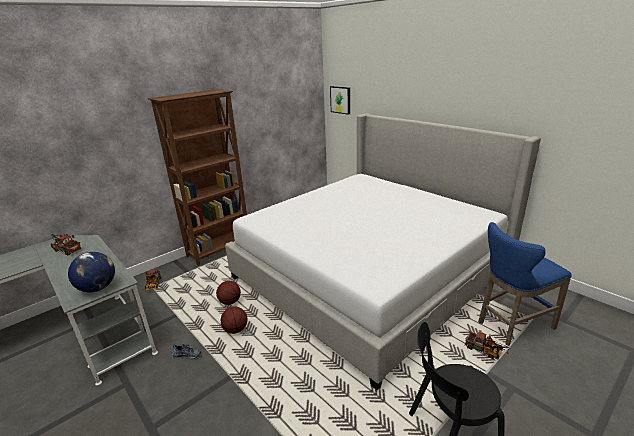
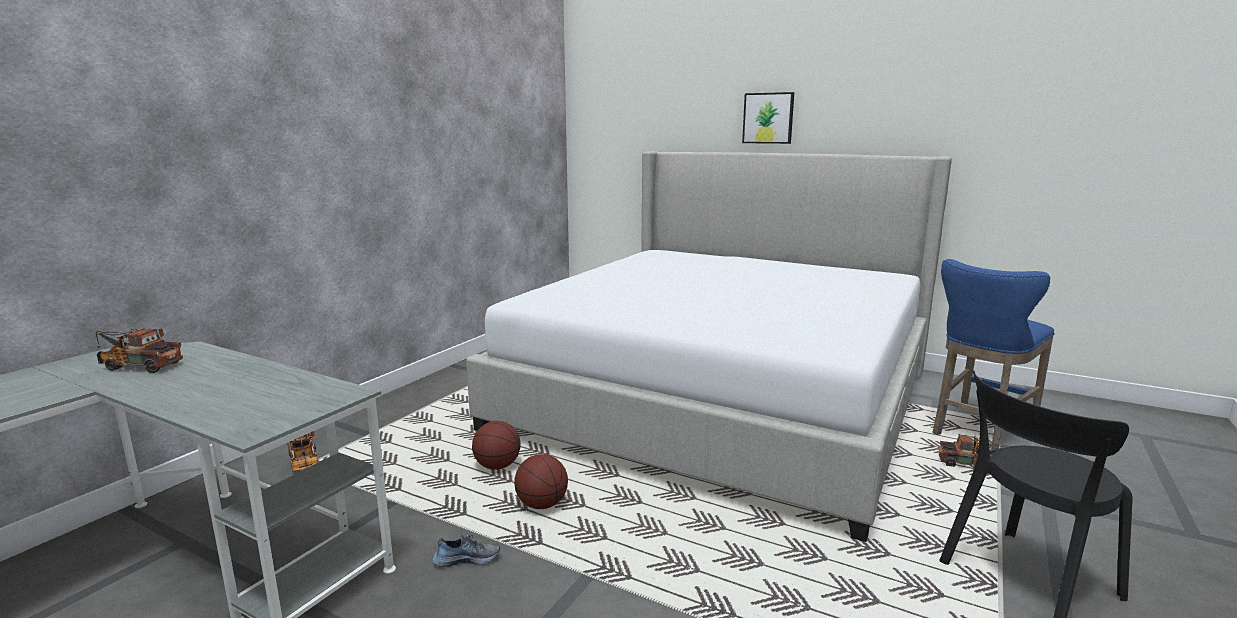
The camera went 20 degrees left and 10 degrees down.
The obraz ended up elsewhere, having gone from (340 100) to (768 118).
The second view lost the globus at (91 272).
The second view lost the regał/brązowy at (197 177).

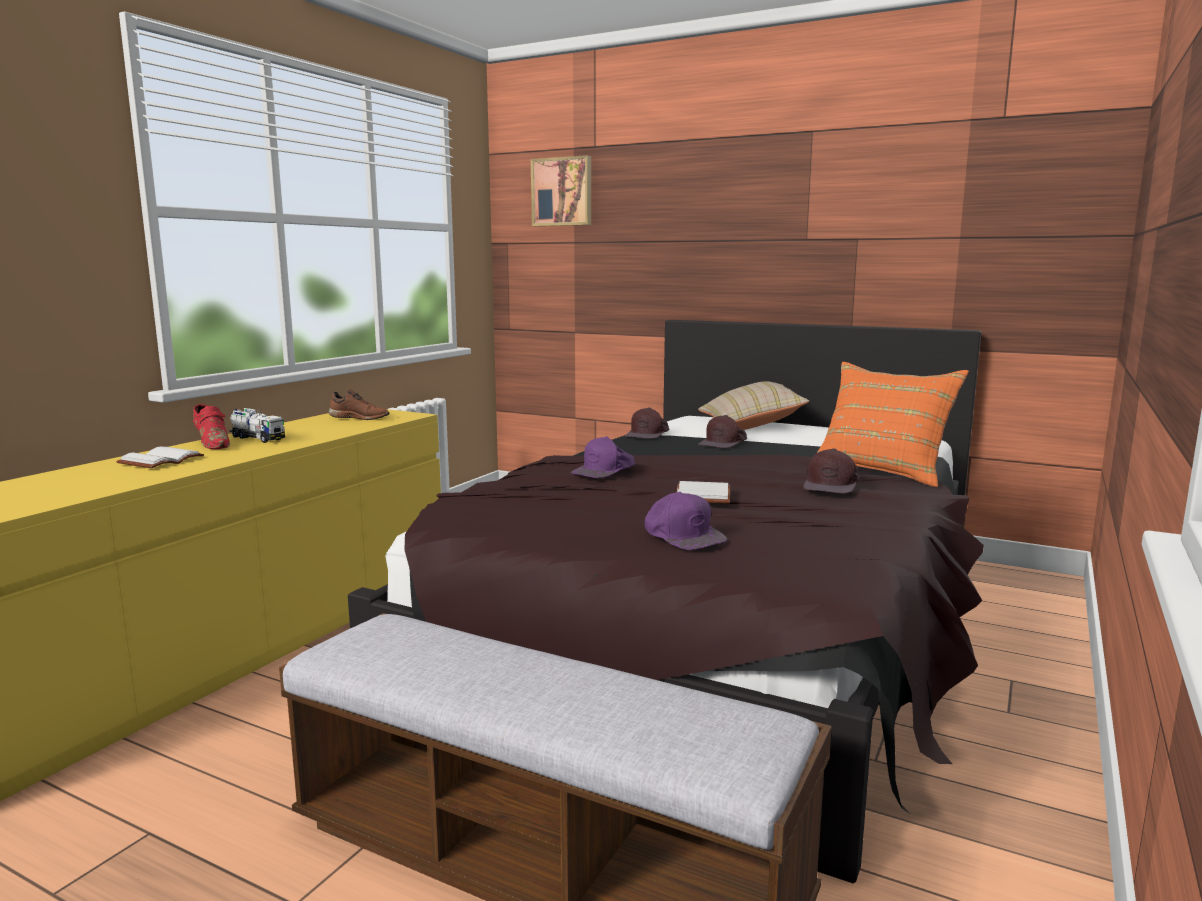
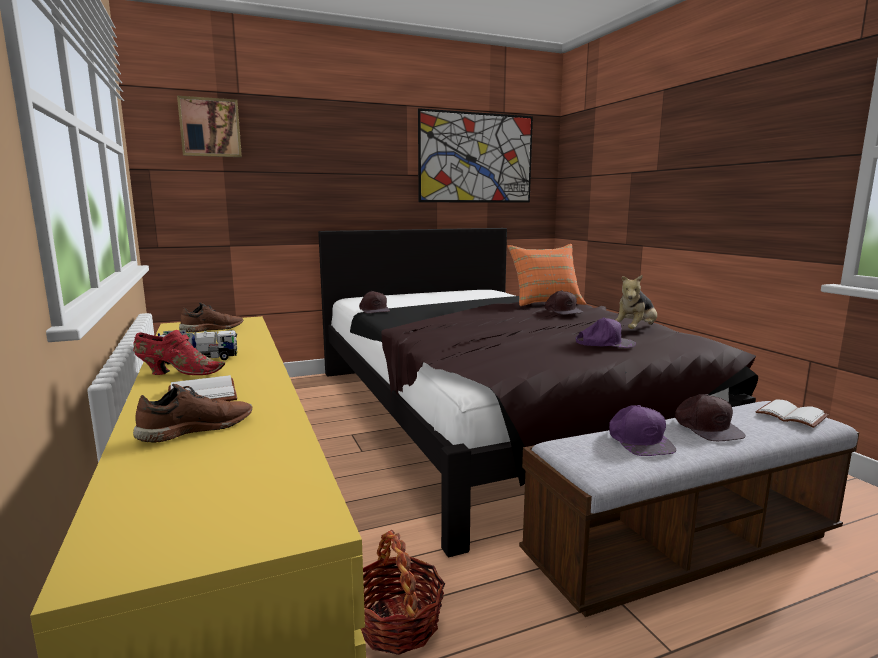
The camera went 50 degrees left and 0 degrees up.
The second view gained the but/brązowy at (192 413).
The second view gained the koszyk at (403 592).
The second view gained the obraz at (475 155).
The czapka z daszkiem/fioletowy ended up elsewhere, having gone from (602 457) to (642 430).
The second view gained the pluszak at (636 302).
The czapka z daszkiem/brązowy ended up elsewhere, having gone from (722 431) to (710 417).
The książka/biały ended up elsewhere, having gone from (703 492) to (791 413).
The second view lost the poduszka/beżowy at (753 405).

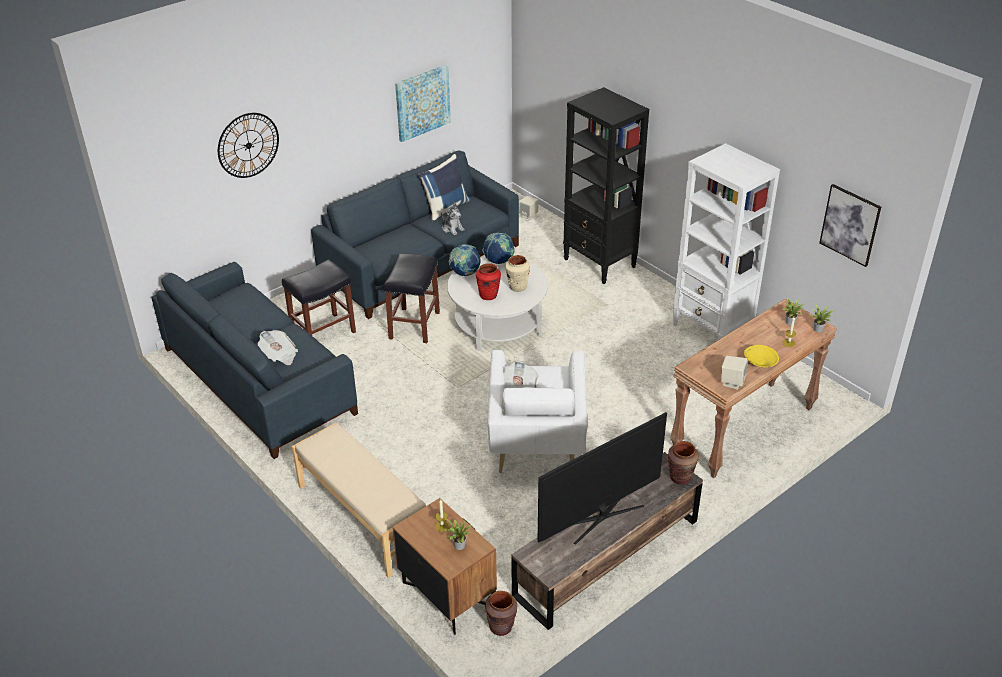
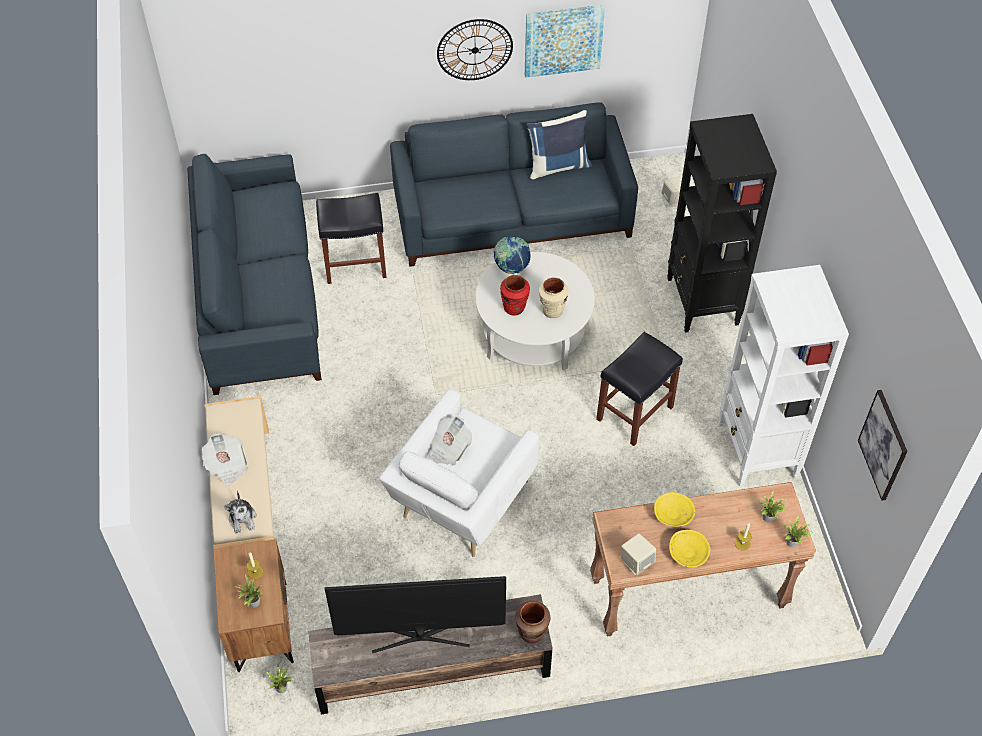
The camera went 30 degrees right and 15 degrees up.
The gazeta ended up elsewhere, having gone from (278 347) to (225 459).
The pluszak ended up elsewhere, having gone from (452 219) to (240 512).
Where the wazon/brązowy stood at (501 613), the roślina doniczkowa came to stand at (279 679).
The zegar ścienny ended up elsewhere, having gone from (248 145) to (475 49).
The stołek/czarny ended up elsewhere, having gone from (412 298) to (639 389).
The second view gained the miska/żółty at (674 509).
The second view lost the globus at (499 248).

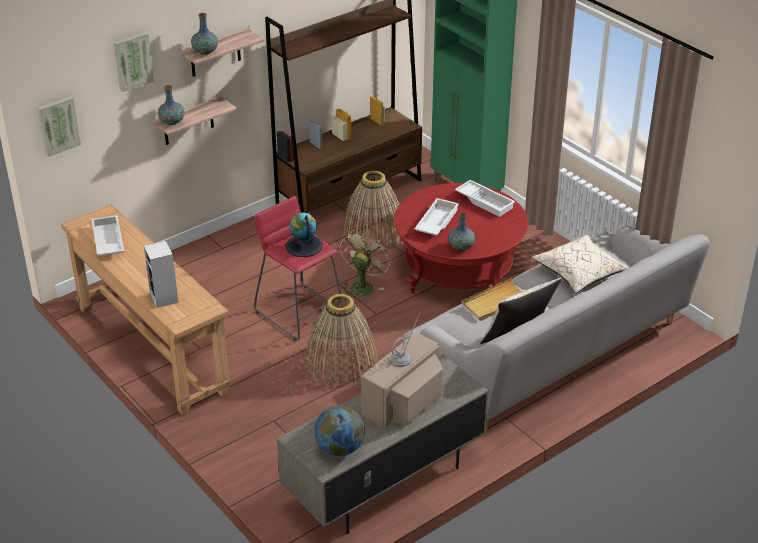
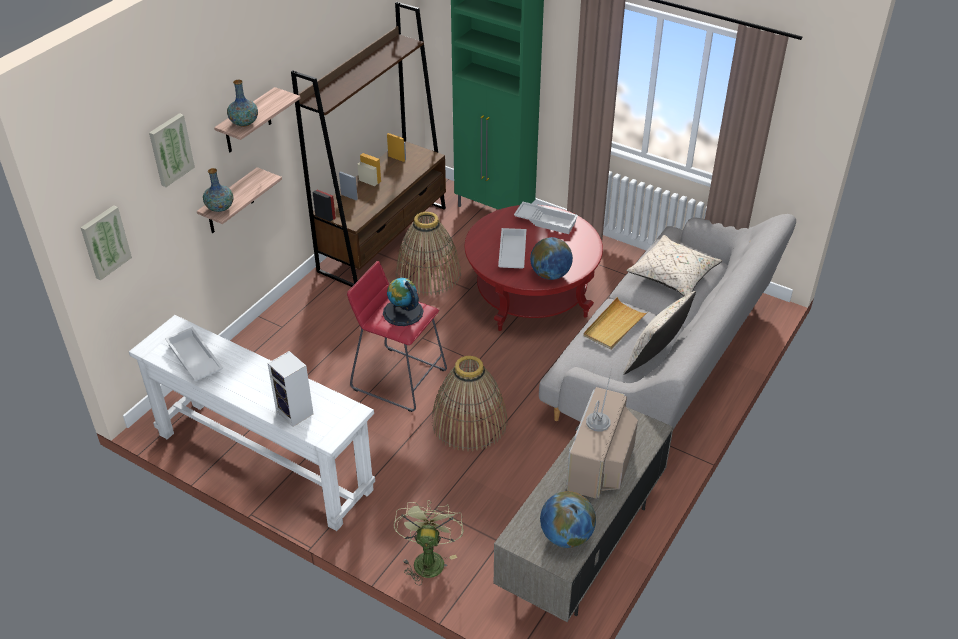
The camera went 20 degrees left and 5 degrees up.
What was the stolik konsolowy/brązowy at (146 310) turned into the stolik konsolowy/biały at (252 423).
The wentylator/zielony ended up elsewhere, having gone from (366 264) to (429 542).
Where the wazon stood at (461 231), the globus came to stand at (551 258).

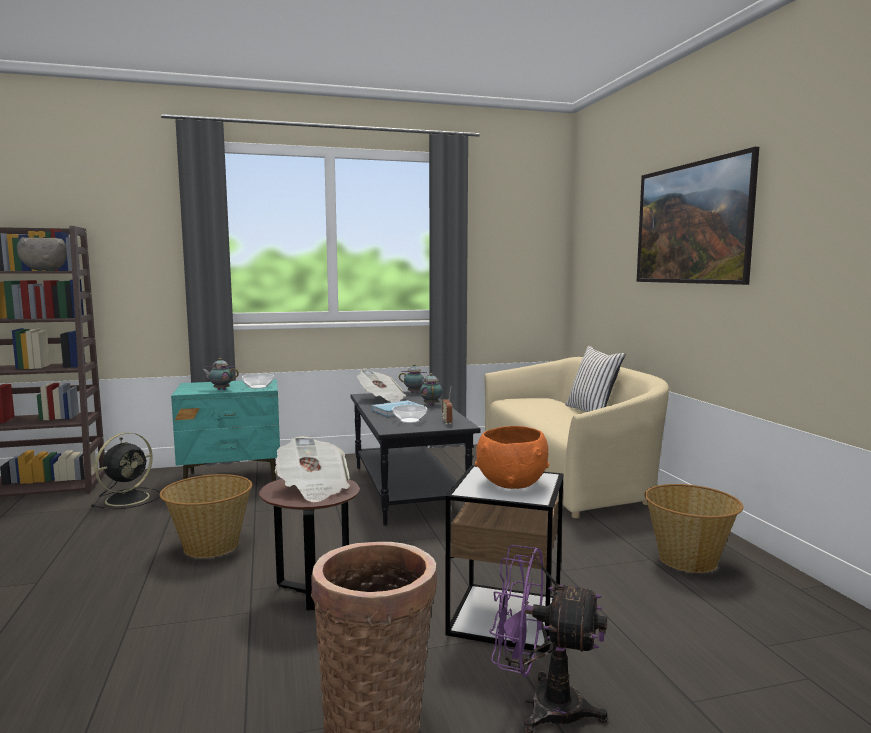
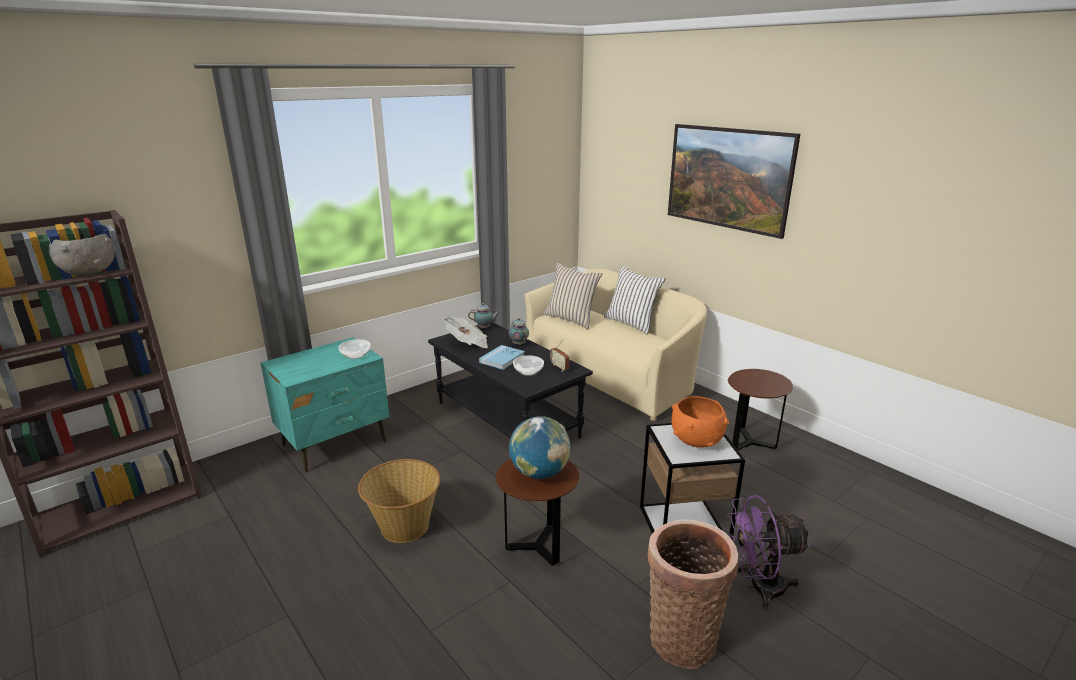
The camera went 25 degrees left and 15 degrees up.
Where the gazeta stood at (312 469), the globus came to stand at (540 447).
The second view gained the poduszka/beżowy at (573 296).
Where the koszyk stood at (693 528), the stolik/brązowy came to stand at (760 409).
The second view lost the wentylator/czarny at (125 470).
The second view lost the imbryk at (220 374).

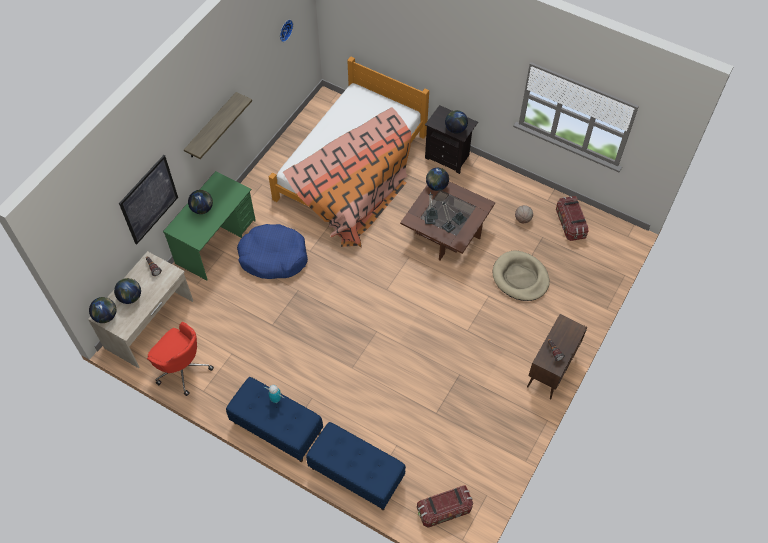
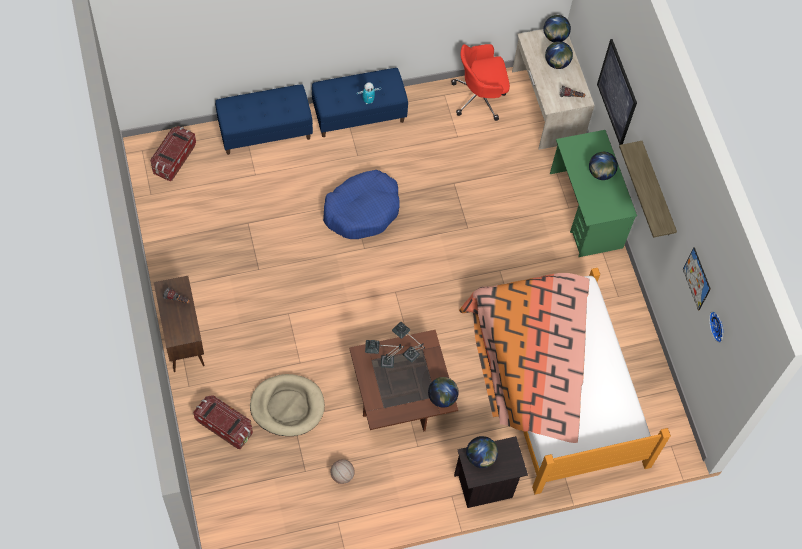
The camera went 130 degrees right and 5 degrees up.
The pojemnik do przechowywania ended up elsewhere, having gone from (572 218) to (223 422).
The legowisko/niebieski ended up elsewhere, having gone from (272 251) to (361 204).
The second view gained the obraz at (697 279).

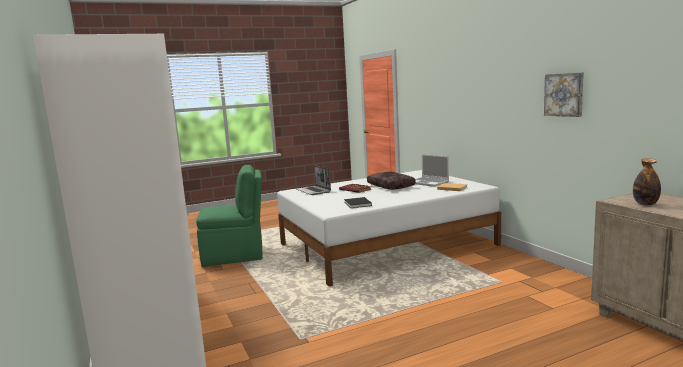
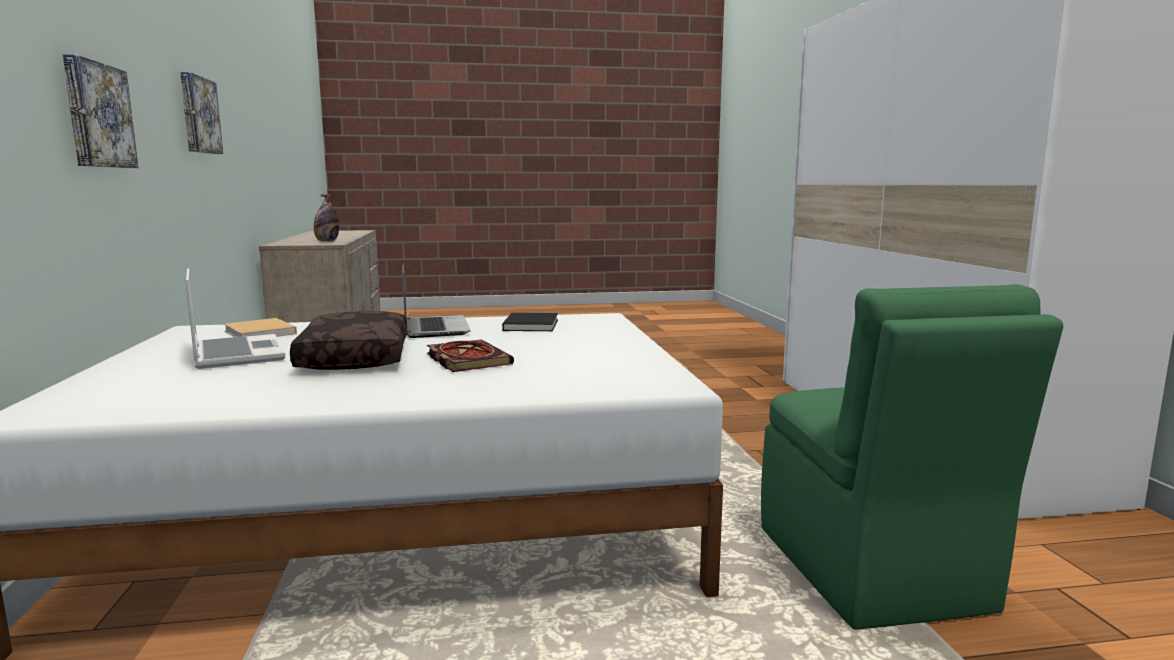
The camera went 165 degrees left and 0 degrees up.
The second view gained the obraz at (100 111).
The laptop ended up elsewhere, having gone from (313 180) to (436 300).
The krzesło/zielony at (229 216) ended up facing another way, 105 degrees counterclockwise from before.

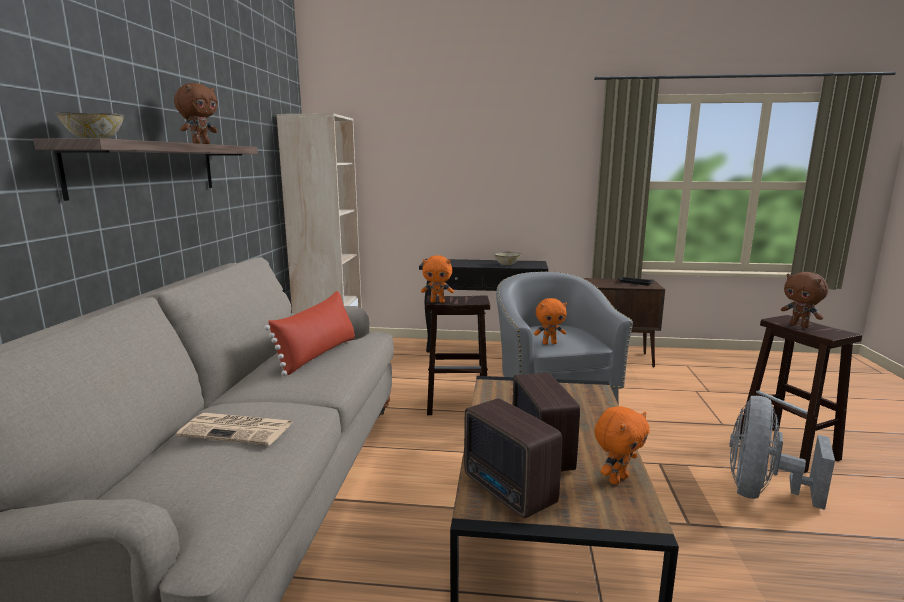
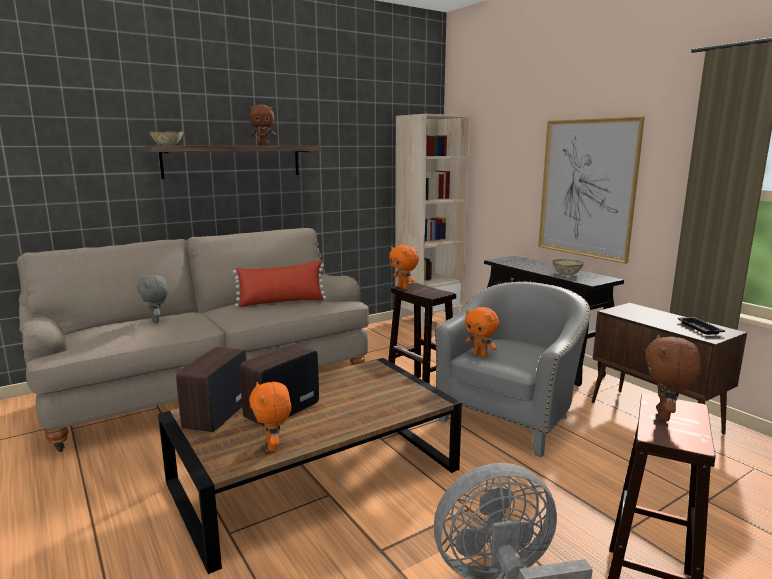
The camera went 50 degrees right and 0 degrees up.
Where the gazeta stood at (234 429), the pluszak/szary came to stand at (152 299).
The pluszak/pomarańczowy at (622 445) ended up facing another way, 60 degrees clockwise from before.
The second view gained the obraz at (591 190).

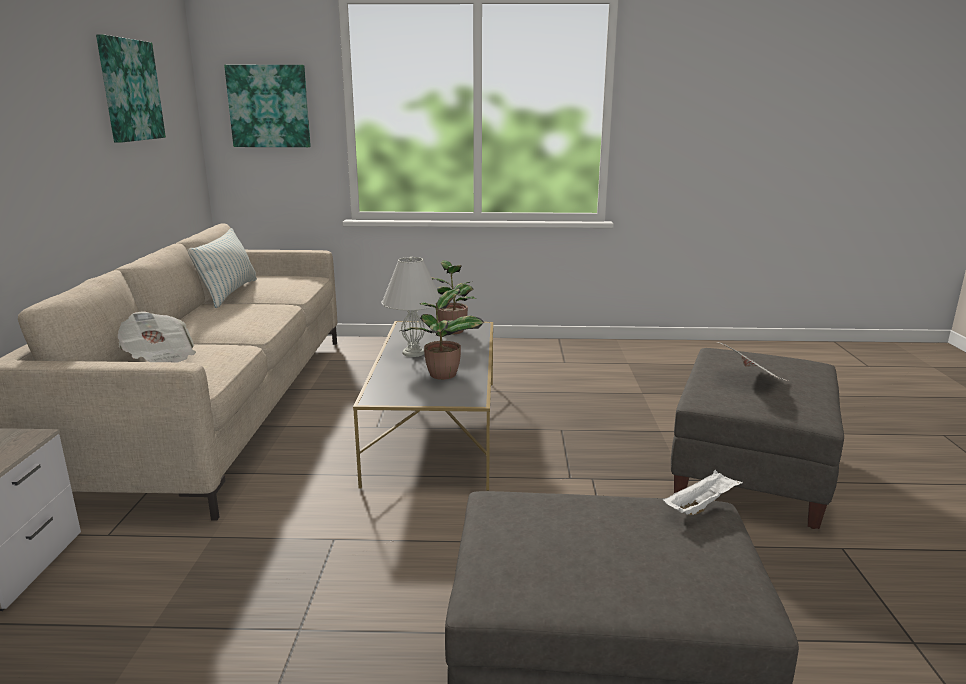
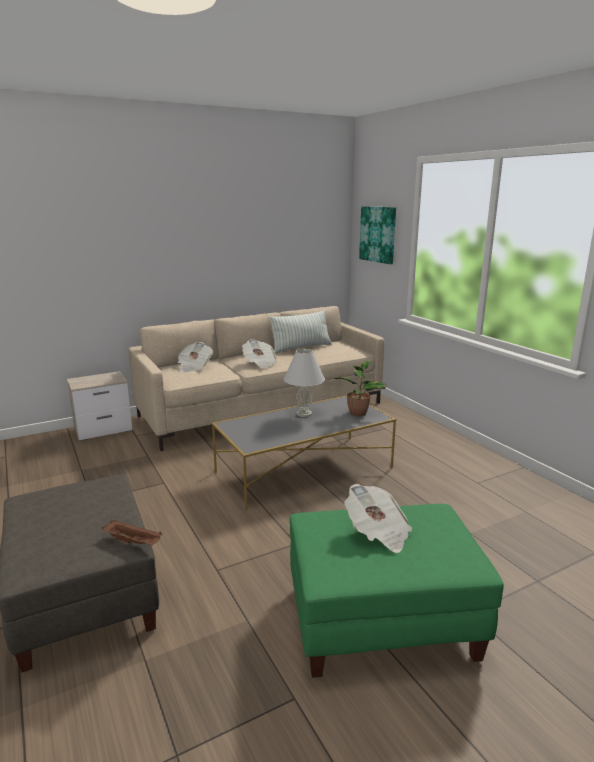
The camera went 60 degrees right and 0 degrees up.
What was the taca/biały at (703 492) turned into the taca/brązowy at (132 532).
The second view gained the gazeta at (259 354).
What was the pufa/szary at (757 438) turned into the pufa/zielony at (397 591).
The second view lost the obraz at (131 88).
The second view lost the roślina doniczkowa at (442 334).

